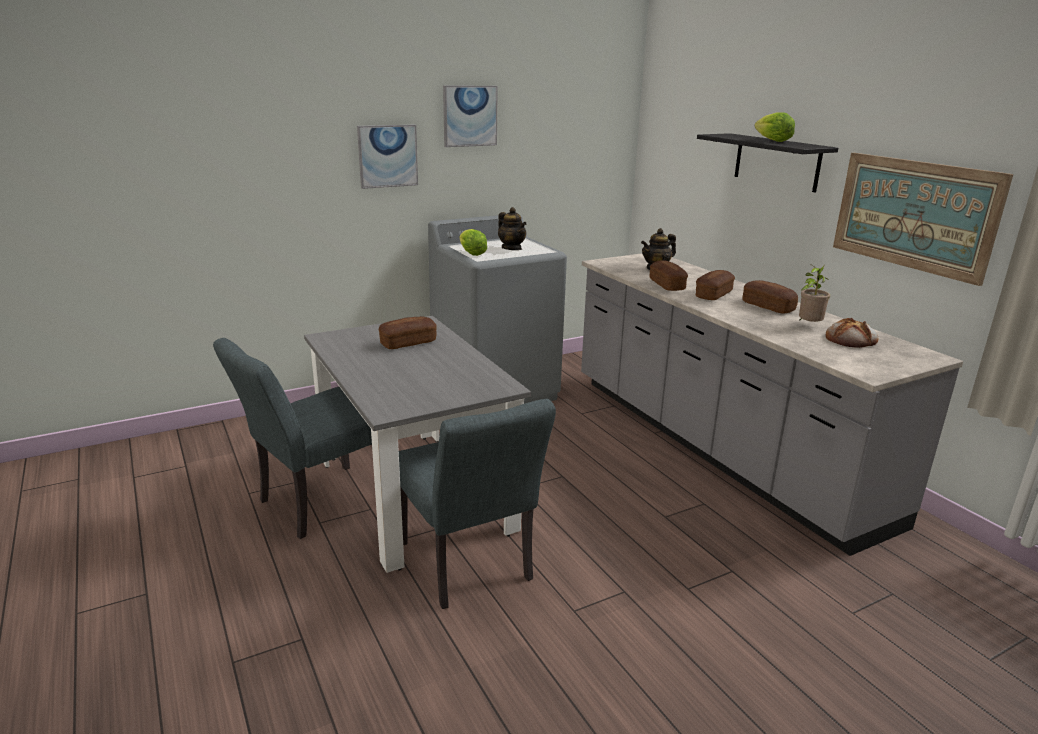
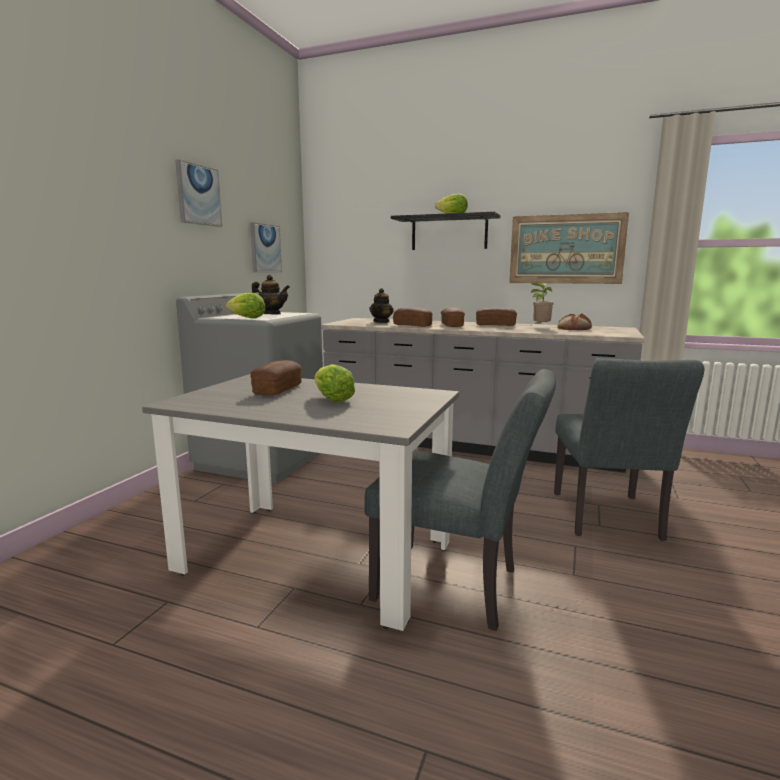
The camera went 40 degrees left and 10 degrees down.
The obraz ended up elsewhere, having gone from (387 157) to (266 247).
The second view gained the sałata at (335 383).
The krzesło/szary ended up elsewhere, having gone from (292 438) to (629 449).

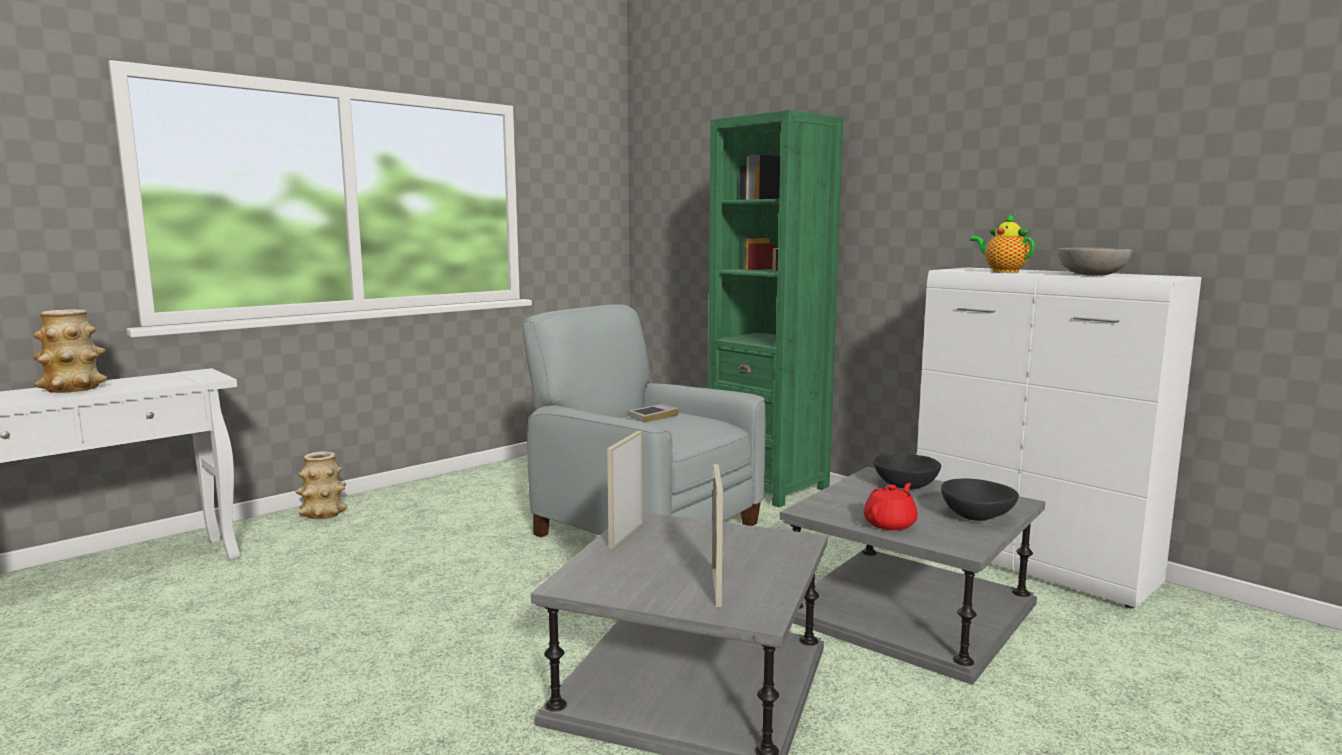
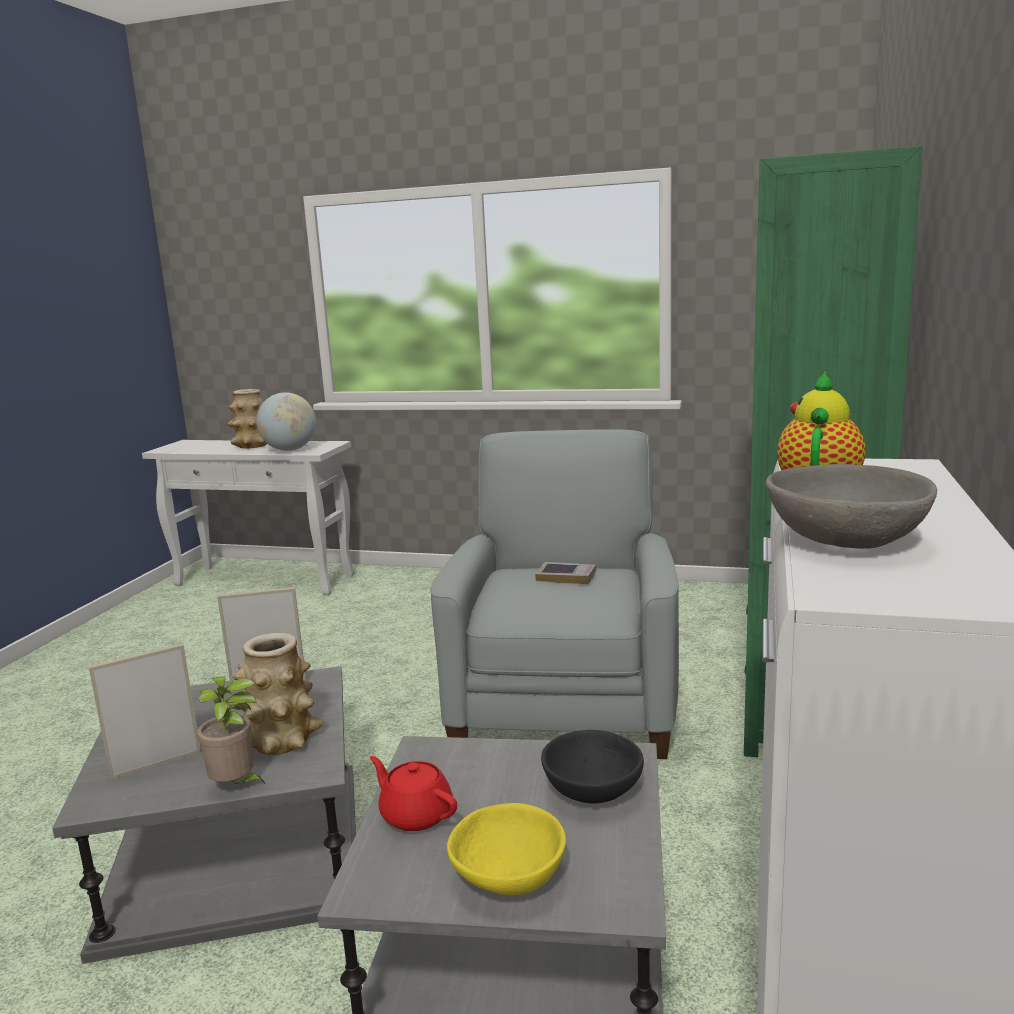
The camera went 60 degrees right and 5 degrees up.
The second view gained the roślina doniczkowa at (231 730).
The wazon ended up elsewhere, having gone from (321 485) to (276 694).
The second view gained the globus at (286 421).
The imbryk/czerwony at (890 507) ended up facing another way, 150 degrees counterclockwise from before.
What was the miska/czarny at (980 500) turned into the miska/żółty at (506 849).

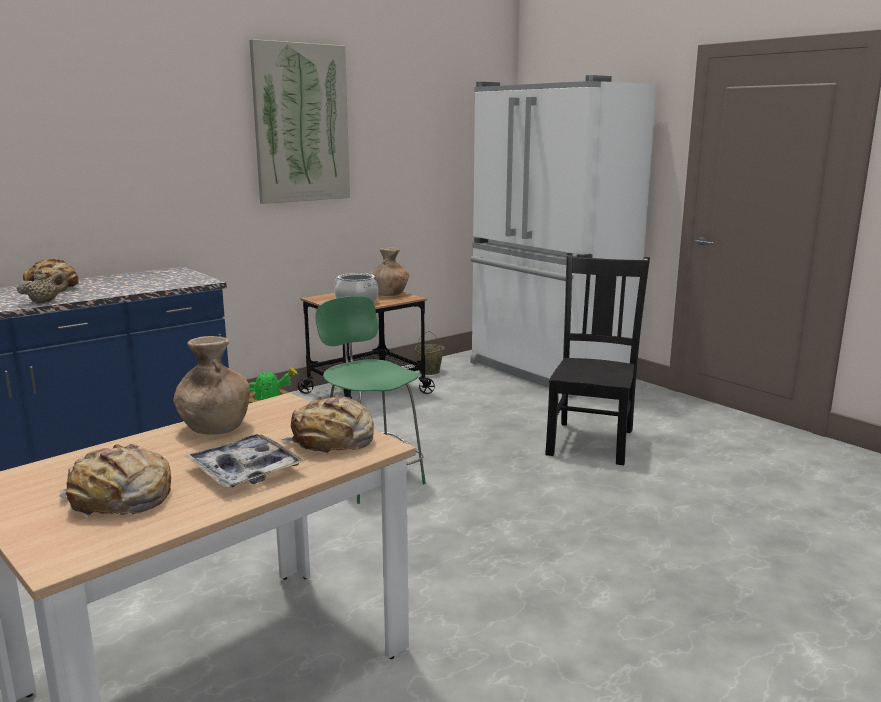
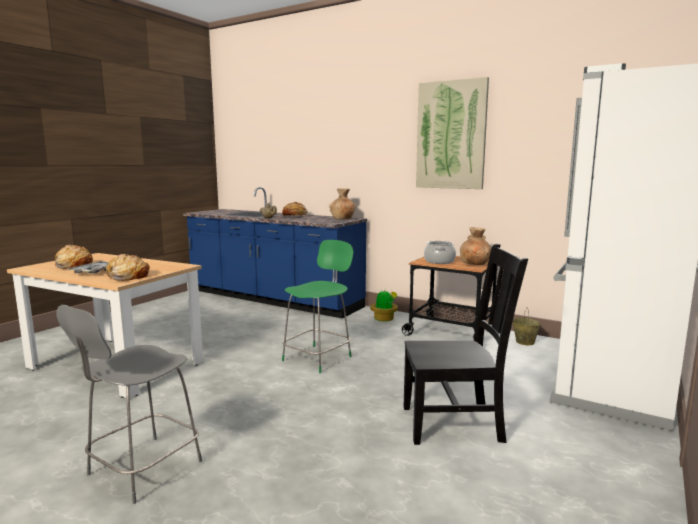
The camera went 70 degrees right and 5 degrees down.
The second view gained the krzesło/szary at (129 404).
The wazon/brązowy ended up elsewhere, having gone from (212 385) to (342 203).

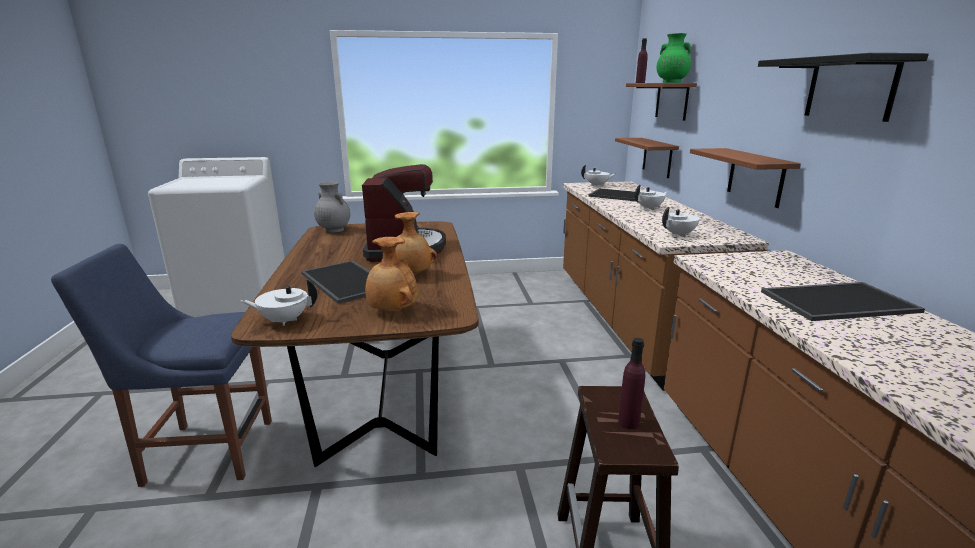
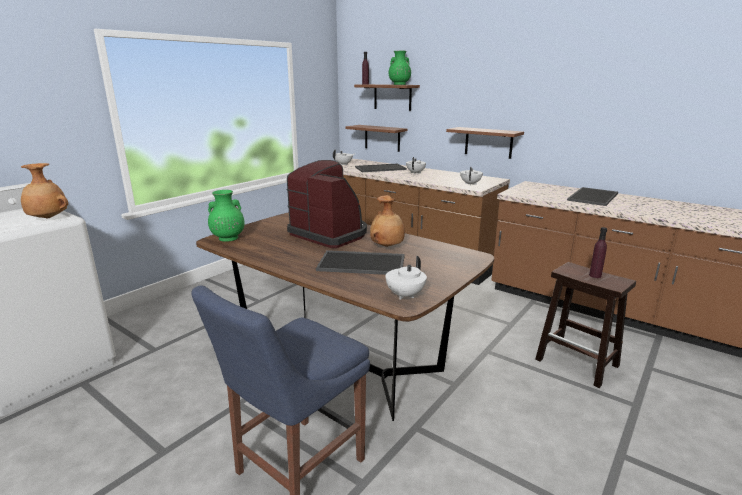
The camera went 45 degrees left and 0 degrees up.
The wazon/brązowy ended up elsewhere, having gone from (391 274) to (44 191).
What was the wazon/szary at (332 207) turned into the wazon/zielony at (226 216).
The second view lost the półka/czarny at (843 87).

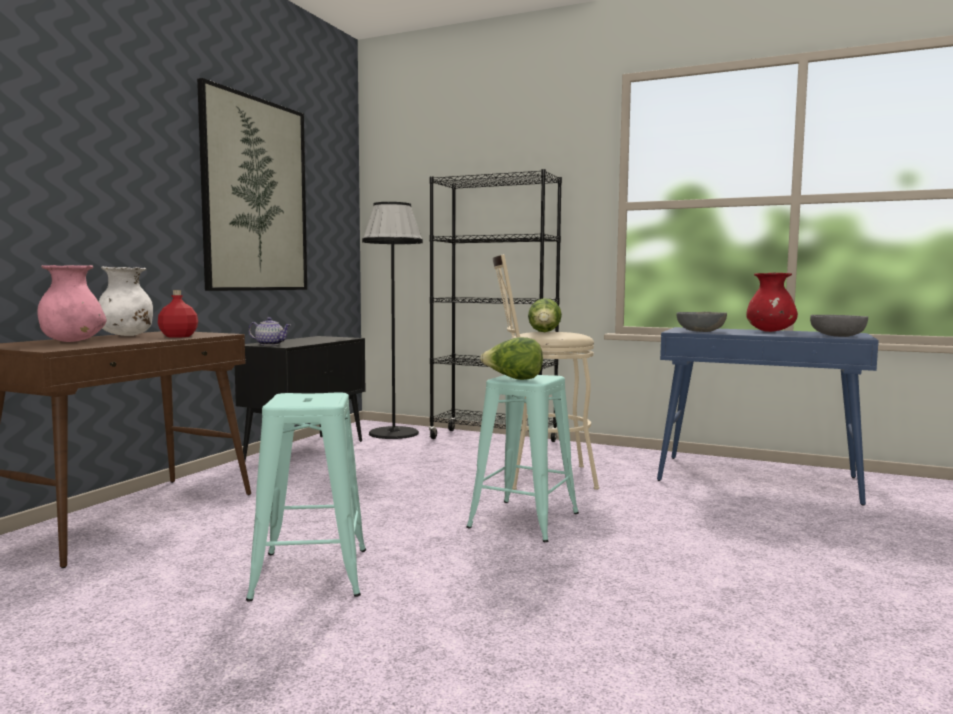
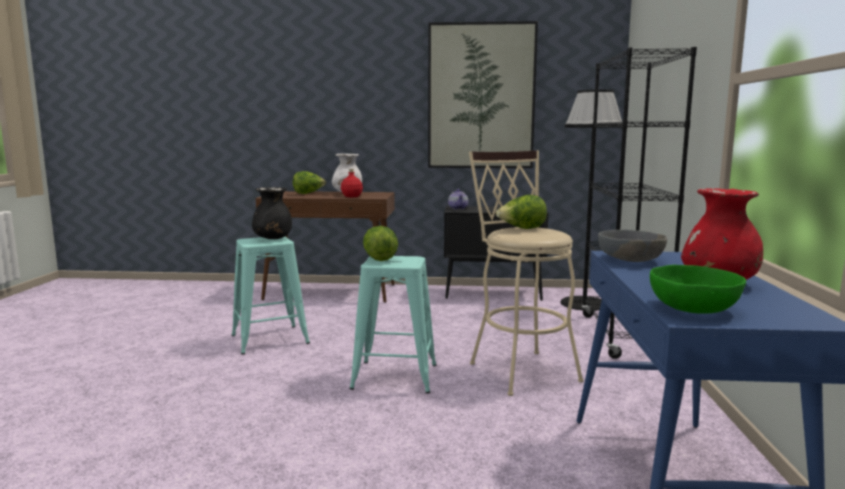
The camera went 70 degrees right and 5 degrees up.
The second view gained the wazon/czarny at (272 213).
Where the wazon/różowy stood at (72 303), the sałata came to stand at (309 182).
What was the miska/szary at (839 326) turned into the miska/zielony at (698 289).

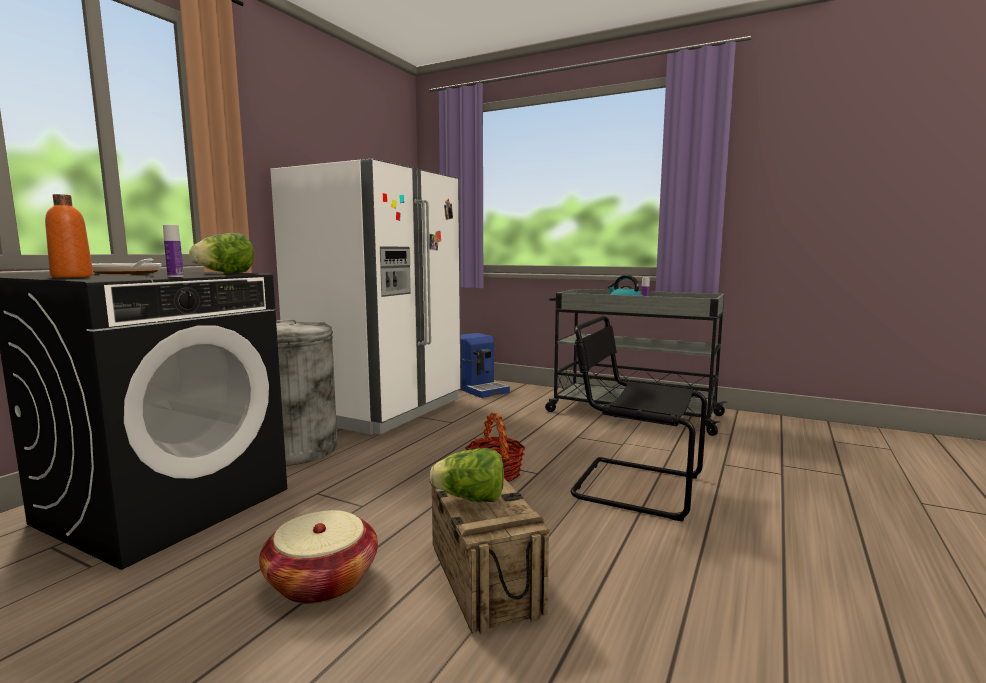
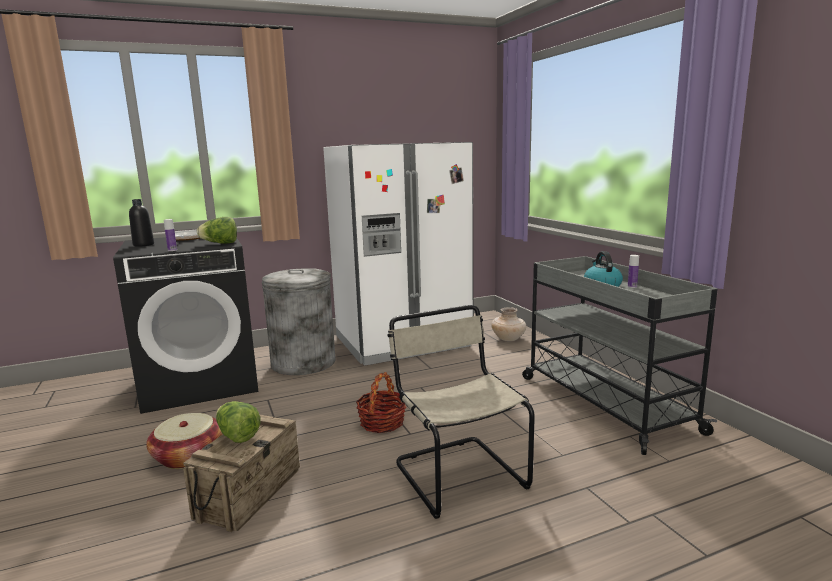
The camera went 40 degrees right and 5 degrees up.
What was the butelka/pomarańczowy at (69 236) turned into the butelka/czarny at (141 223).
What was the krzesło/czarny at (639 418) turned into the krzesło/beżowy at (461 412).
Where the ekspres do kawy stood at (485 365), the wazon/beżowy came to stand at (508 324).

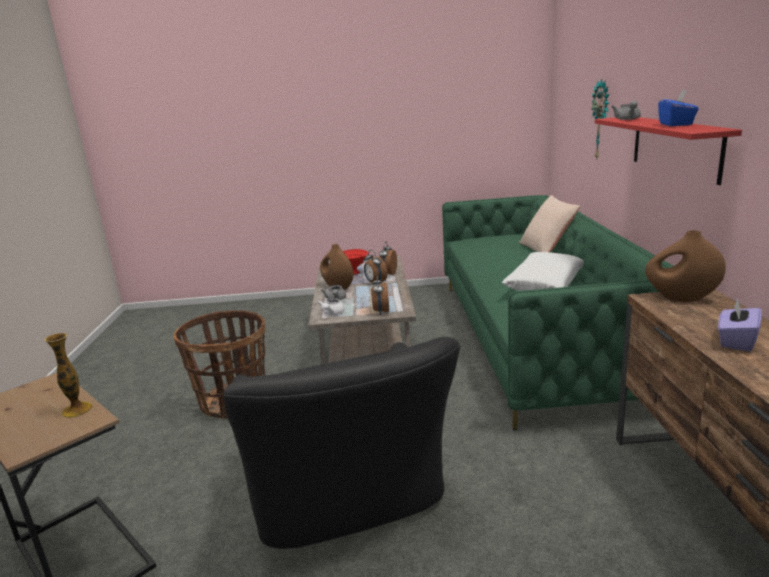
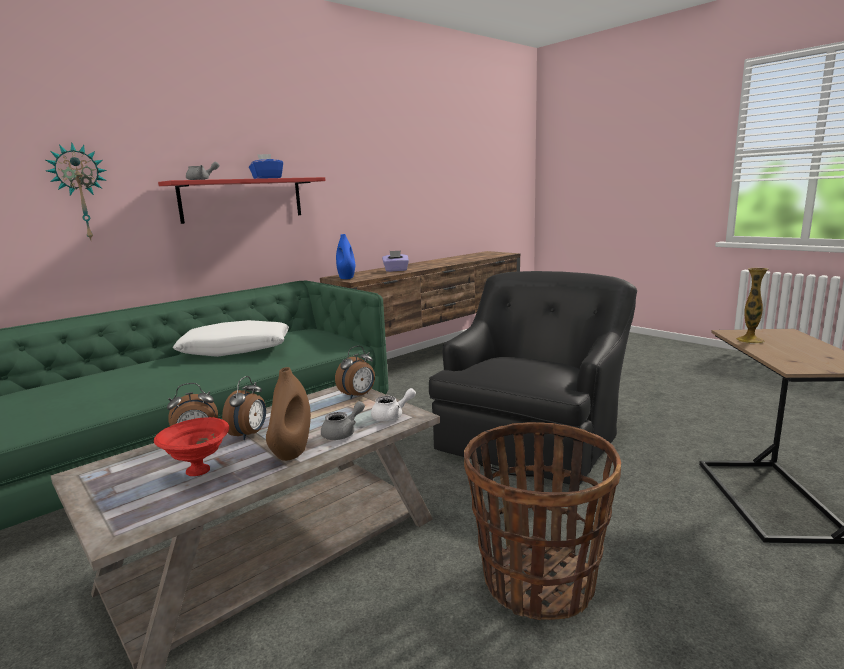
The camera went 130 degrees left and 5 degrees down.
What was the wazon/brązowy at (685 266) turned into the wazon/niebieski at (345 256).
The second view lost the poduszka/beżowy at (549 223).

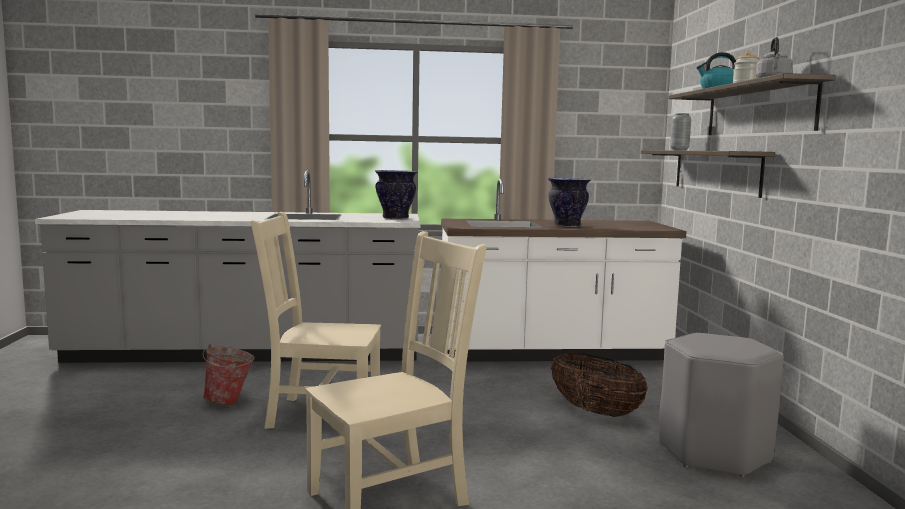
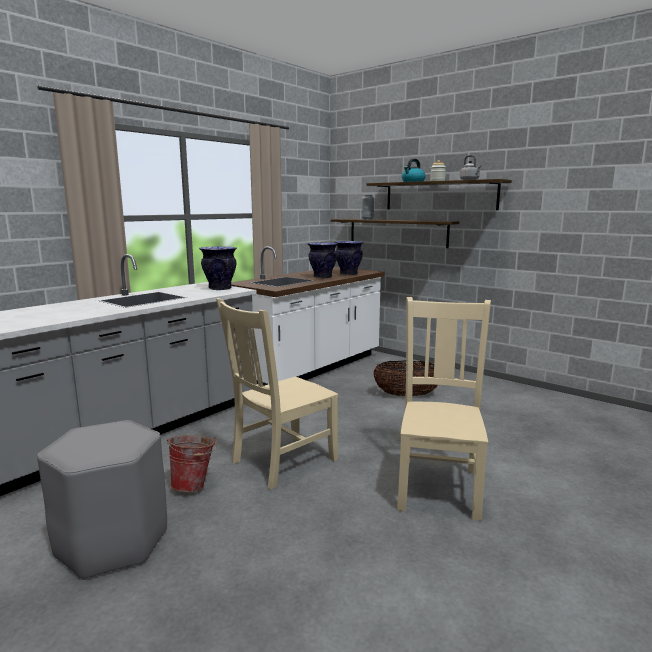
The camera went 45 degrees left and 5 degrees up.
The stołek/szary ended up elsewhere, having gone from (721 405) to (102 500).
The second view gained the wazon at (349 258).

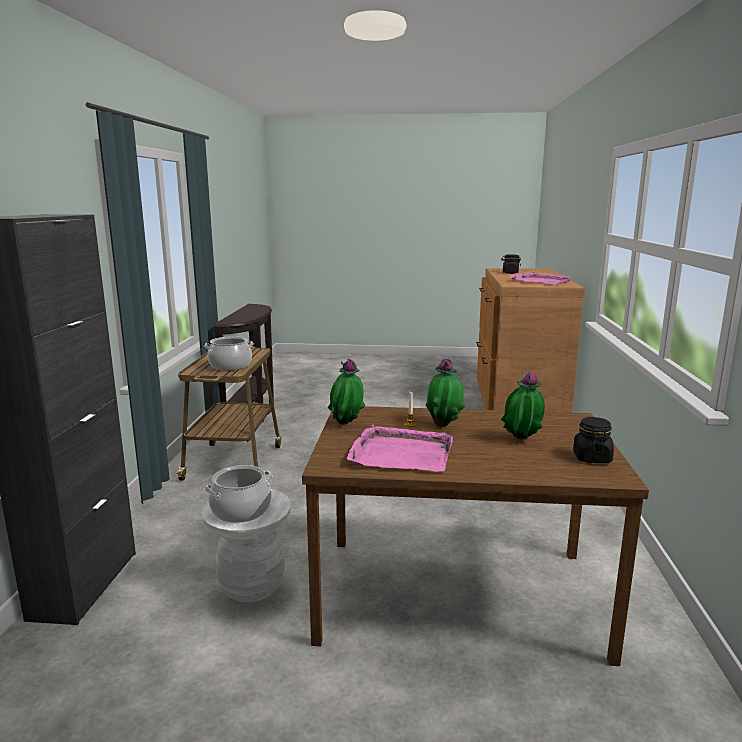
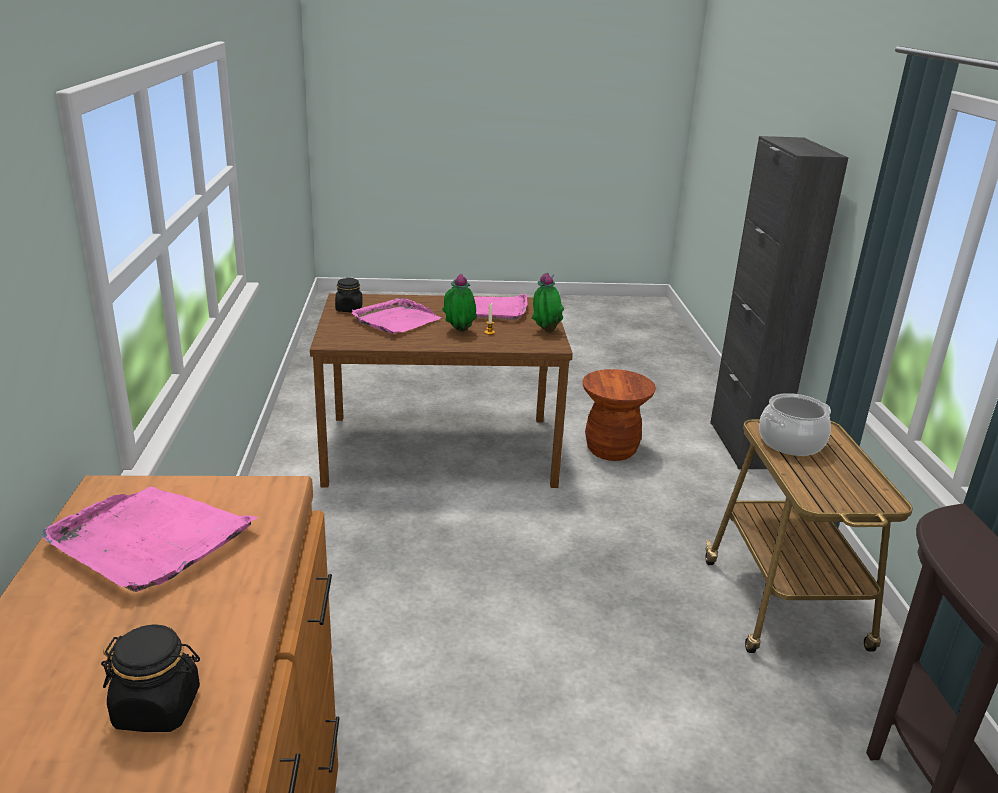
The camera went 170 degrees right and 10 degrees up.
Where the roślina doniczkowa stood at (523 405), the taca/różowy came to stand at (396 316).
What was the stołek/biały at (246 545) turned into the stołek/brązowy at (619 415).
The second view lost the garnek at (238 494).

